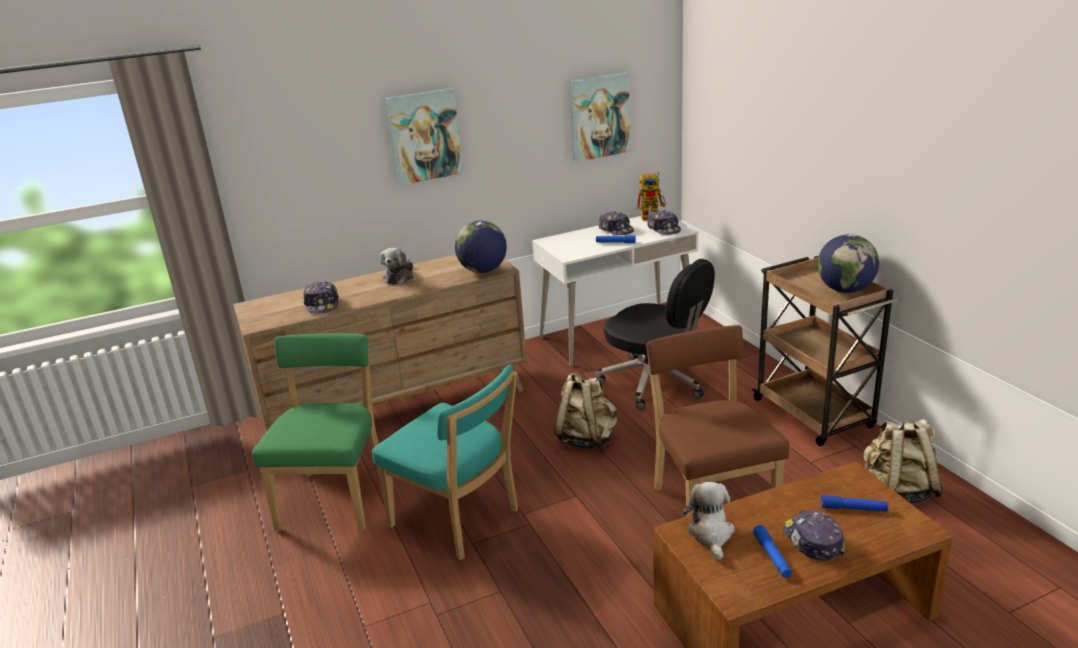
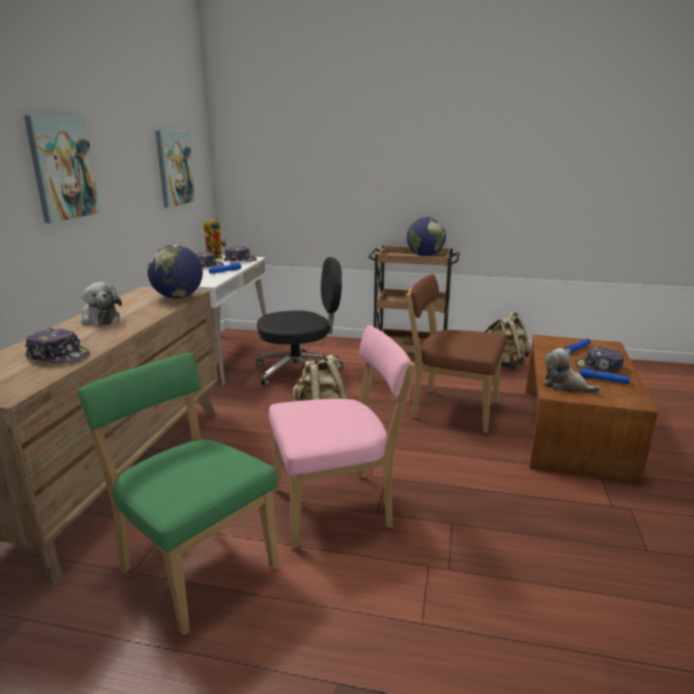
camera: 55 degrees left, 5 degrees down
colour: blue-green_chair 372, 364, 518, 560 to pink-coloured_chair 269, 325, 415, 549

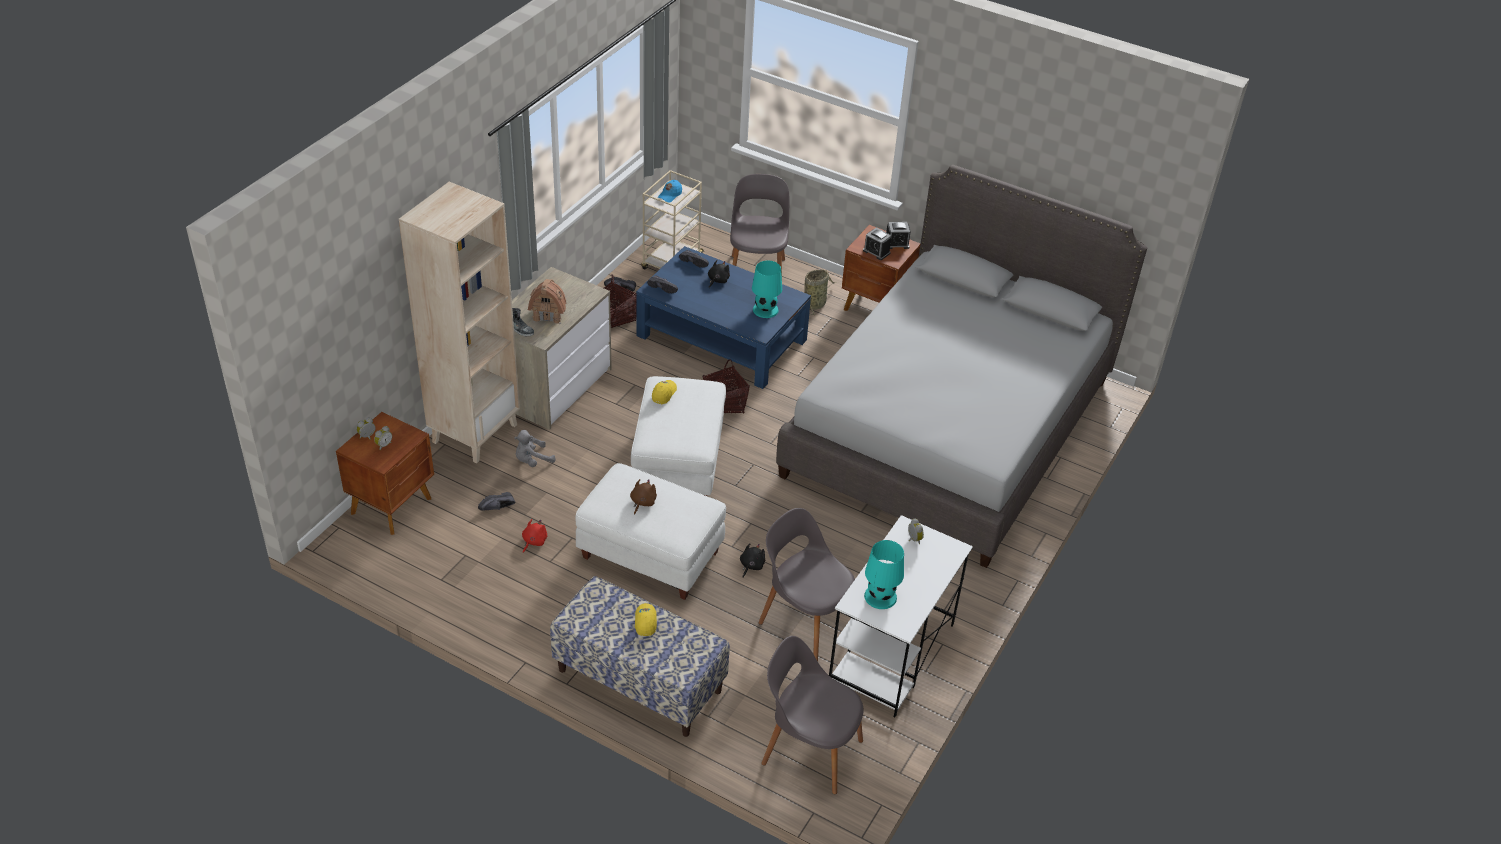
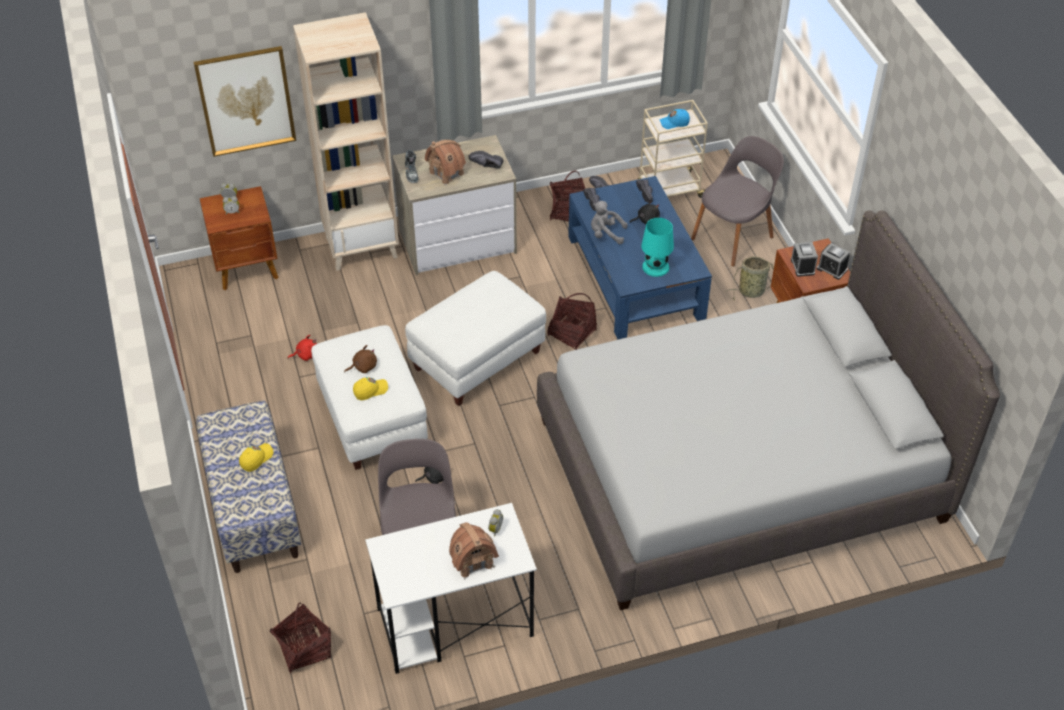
camera: 45 degrees right, 5 degrees up
missing: blue-green_lamp_for_a_table 864, 540, 904, 609
appeared: picture 194, 46, 296, 157; model_house 449, 522, 499, 579
relocated: blackish_low_shoe 478, 492, 515, 510 to 468, 151, 504, 169; grey_soft_toy 514, 430, 556, 467 to 591, 201, 628, 244; yellowish_baseball_cap 652, 380, 677, 404 to 353, 377, 388, 400
exchanged: grey_chair 761, 636, 864, 795 to storage_basket 270, 603, 331, 674

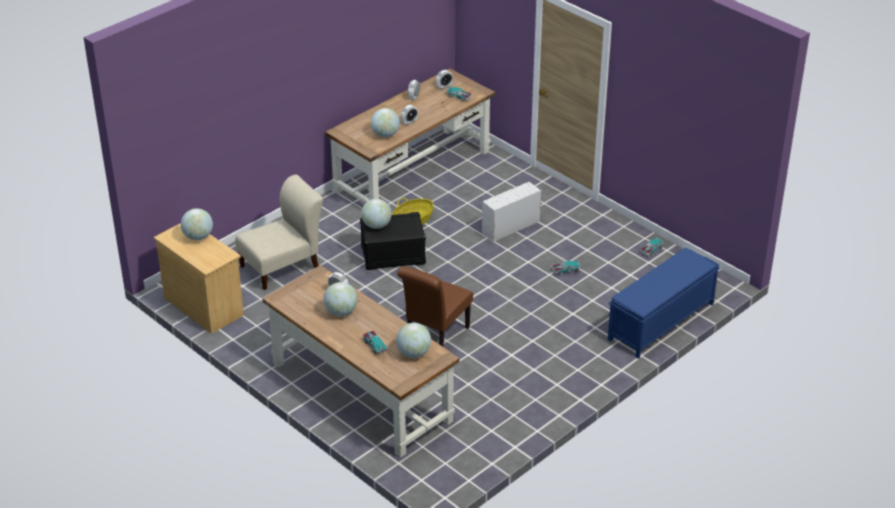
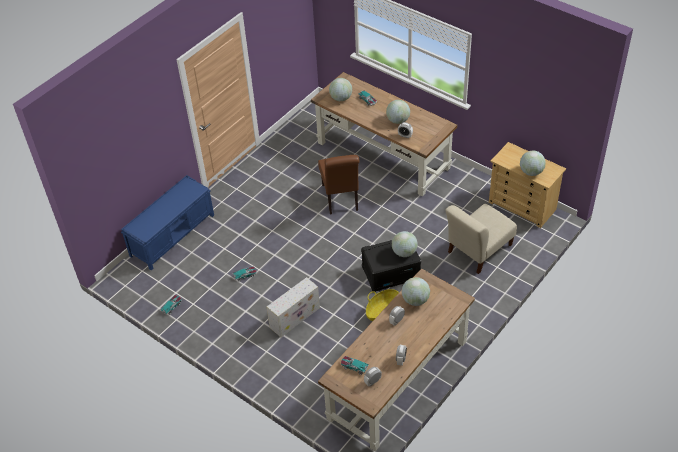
camera: 175 degrees right, 10 degrees up
spun: brown-coloured_chair 397, 266, 473, 346 = 318, 155, 359, 215 150 degrees clockwise

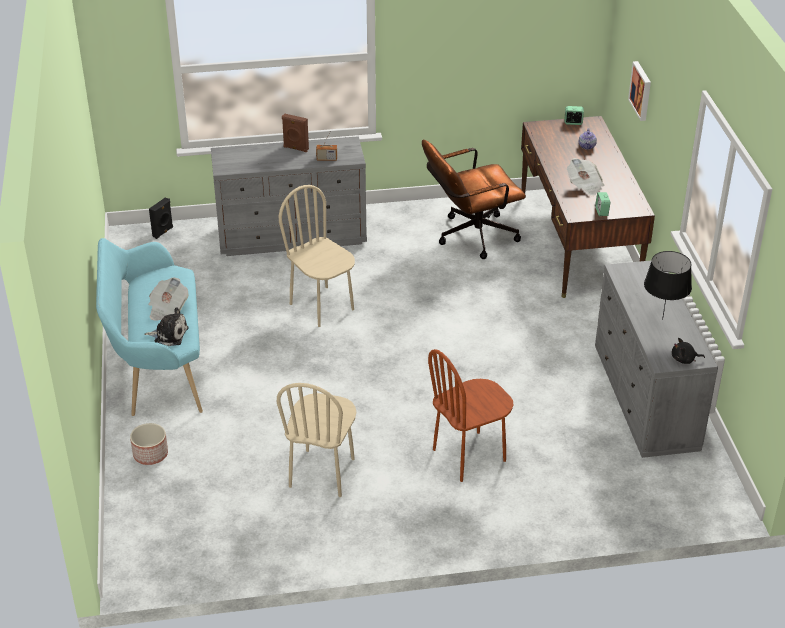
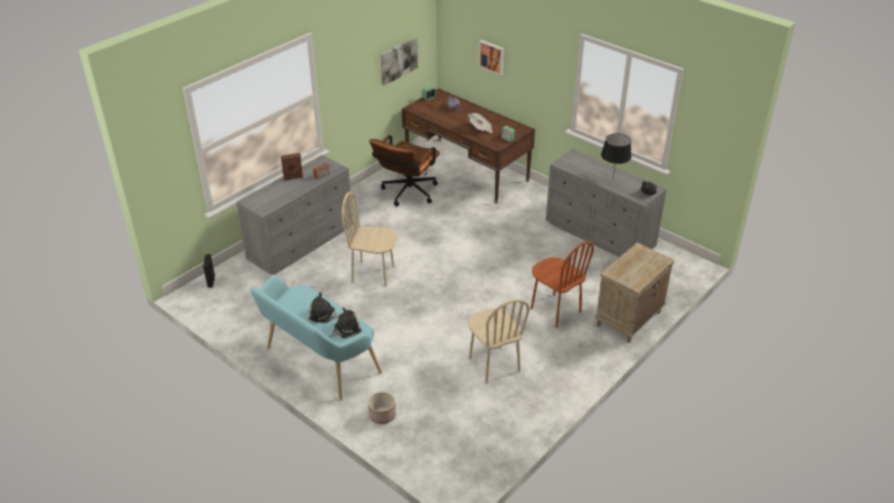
camera: 40 degrees left, 0 degrees up
appeared: picture 380, 37, 418, 85; sand-coloured_nightstand 594, 243, 675, 343
exchanged: daily_paper 148, 277, 189, 321 to soft_toy 309, 292, 340, 323
spun: brown-coloured_chair 428, 349, 514, 482 = 531, 241, 594, 328 60 degrees counterclockwise

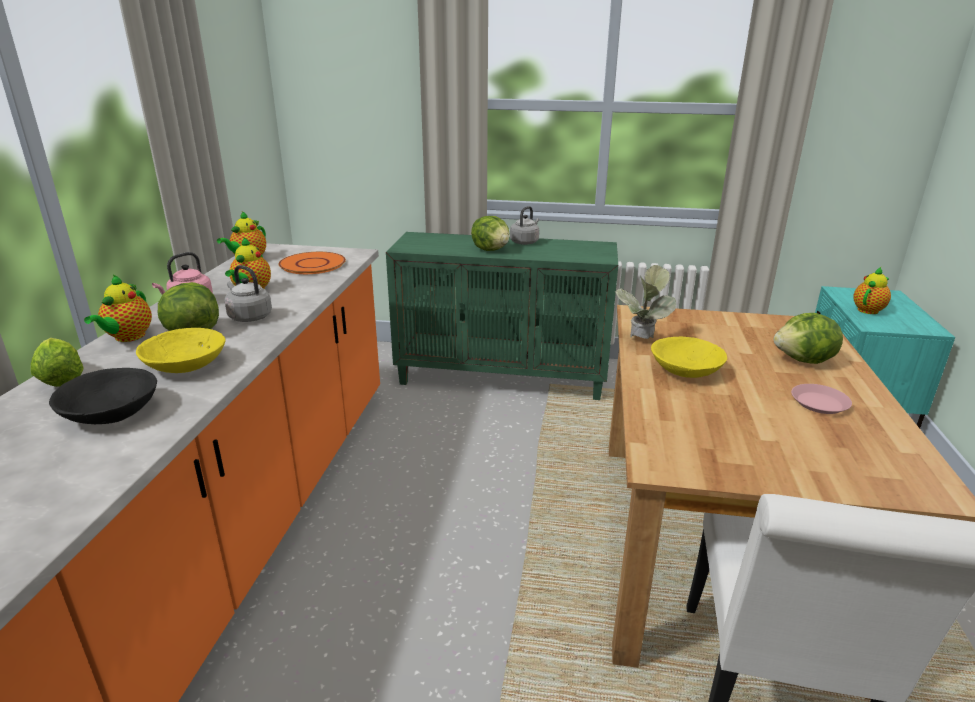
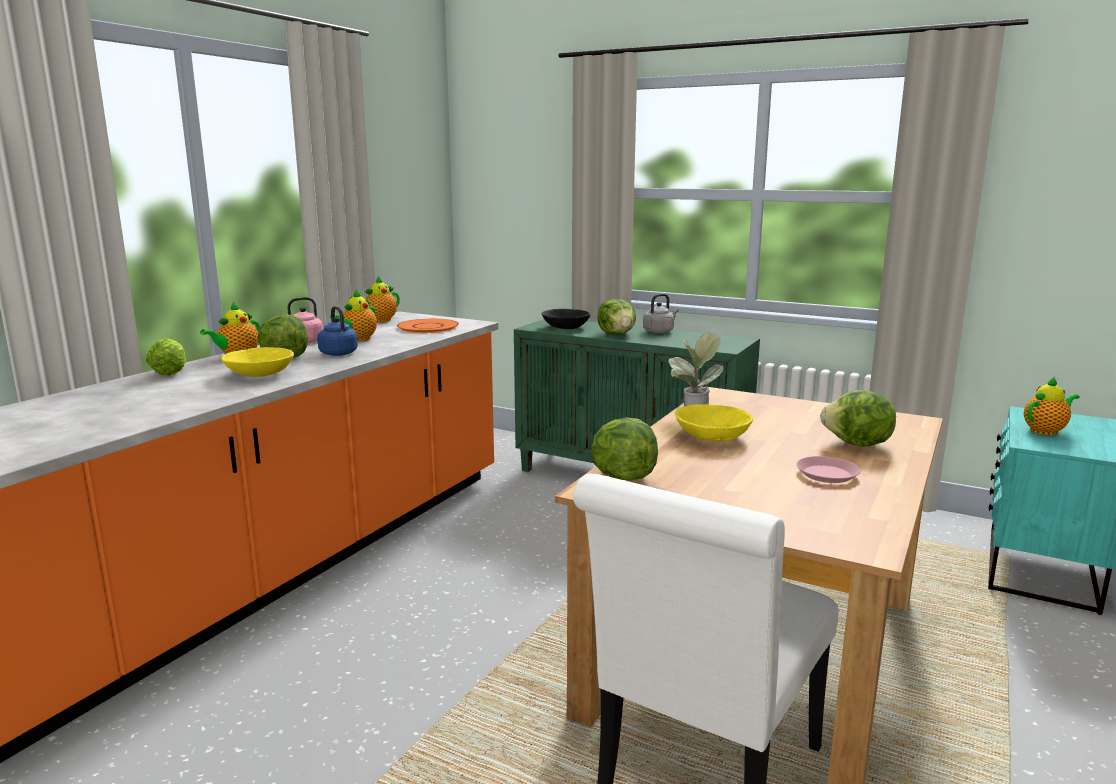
camera: 20 degrees right, 10 degrees down
appeared: lettuce 591, 417, 658, 481
relocated: blackish_serving_bowl 49, 368, 157, 424 to 542, 309, 590, 329
colour: grey_kettle 224, 265, 272, 322 to blue_kettle 317, 306, 358, 356

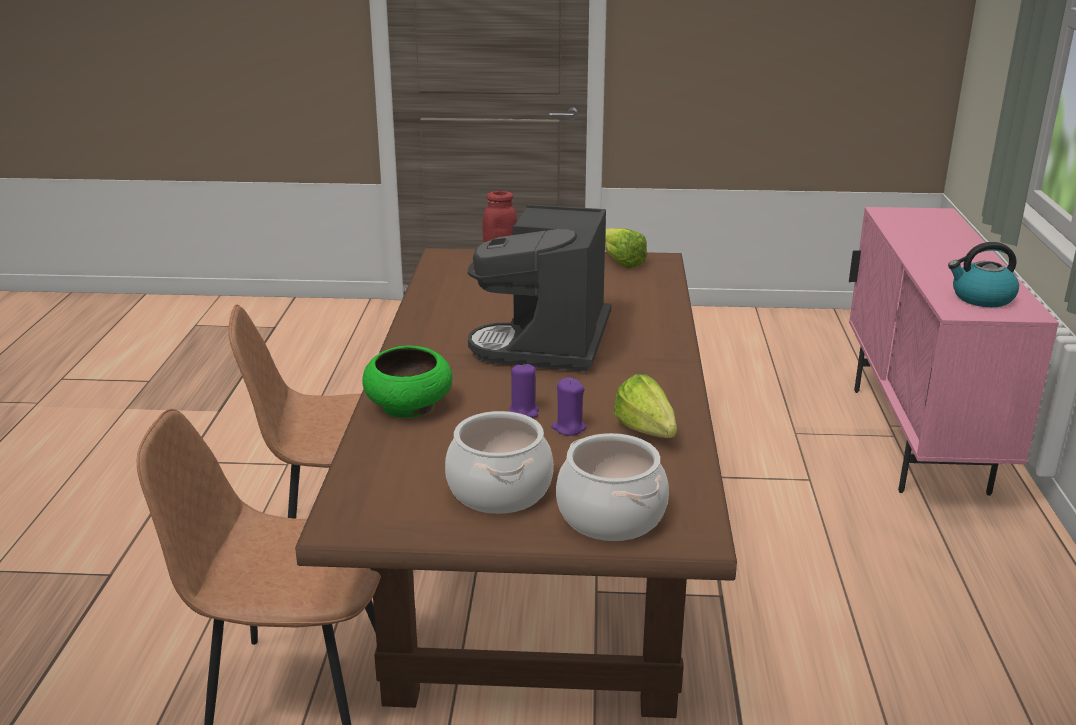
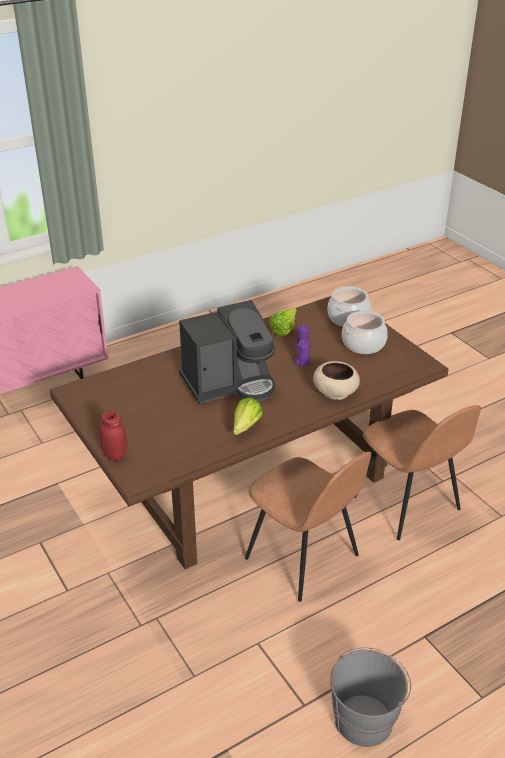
camera: 125 degrees left, 10 degrees up
missing: kettle 948, 242, 1019, 307
appeared: grey_pail 330, 647, 411, 747
relocated: lettuce 605, 228, 647, 268 to 233, 398, 263, 435
colour: greenish_serving_bowl 362, 346, 453, 418 to sand-coloured_serving_bowl 313, 361, 360, 400

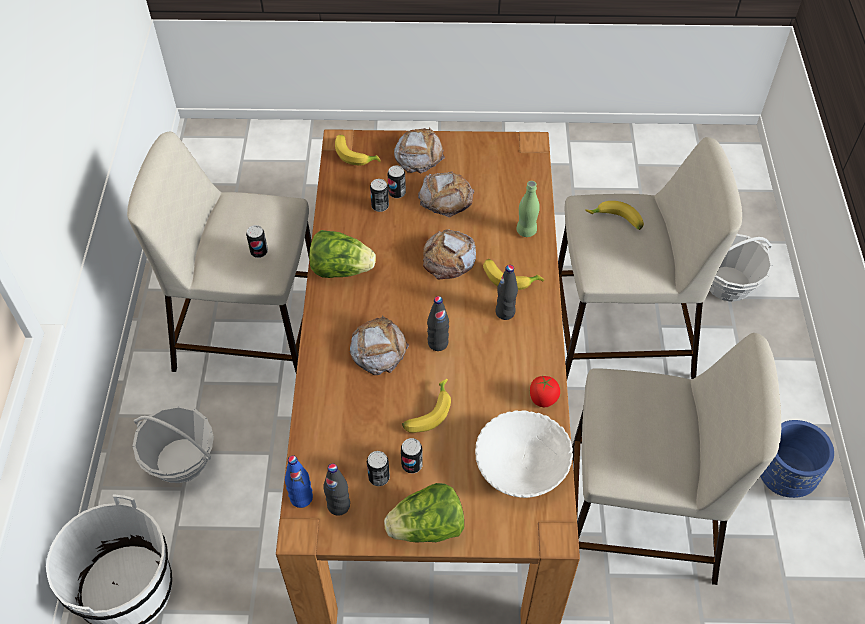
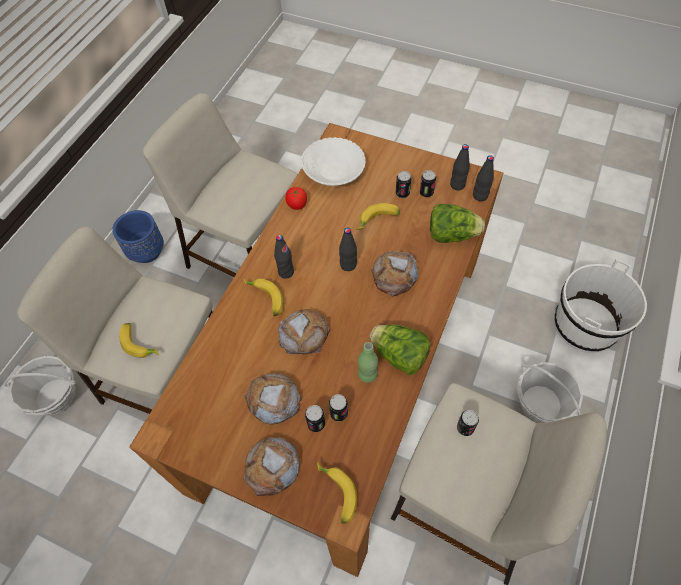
camera: 155 degrees left, 5 degrees up
relocated: lettuce 384, 483, 464, 542 to 430, 204, 485, 243; greenish_beverage_bottle 516, 181, 540, 237 to 358, 342, 378, 383
colour: blue_beverage_bottle 285, 456, 313, 508 to blackish_beverage_bottle 473, 155, 494, 201

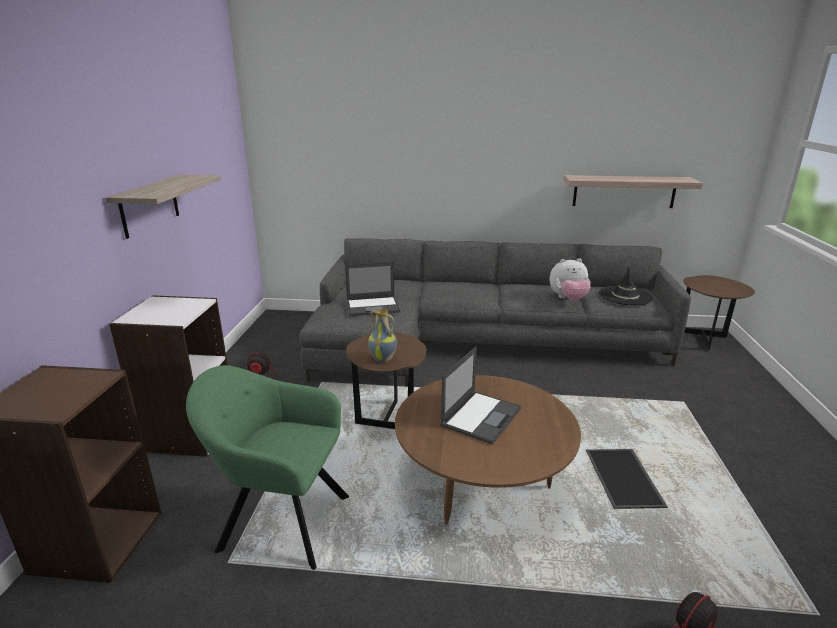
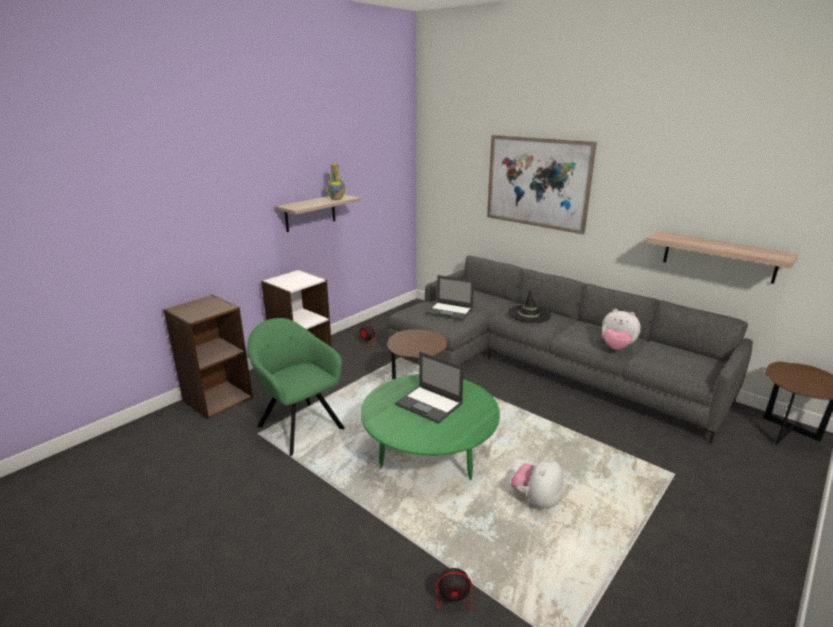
camera: 35 degrees right, 0 degrees up
appeared: picture 487, 135, 597, 235
relocated: decorative_vase 368, 309, 397, 362 to 327, 164, 345, 200; blackish_wearable_hat 599, 268, 653, 305 to 508, 291, 551, 323
exchanged: serving_tray 586, 449, 668, 509 to soft_toy 511, 458, 563, 509
colour: brown-coloured_coffee_table 395, 375, 581, 524 to greenish_coffee_table 361, 374, 500, 480
spun: portable_computer 440, 347, 521, 445 = 395, 352, 464, 424 60 degrees clockwise

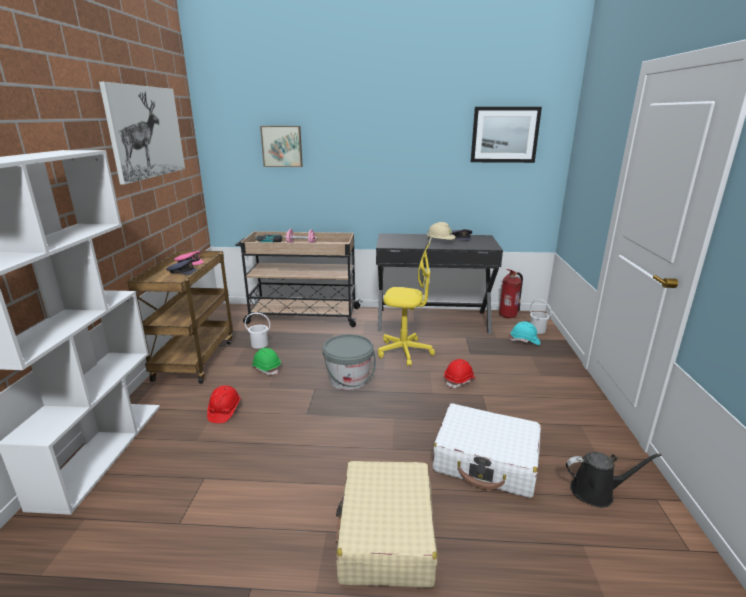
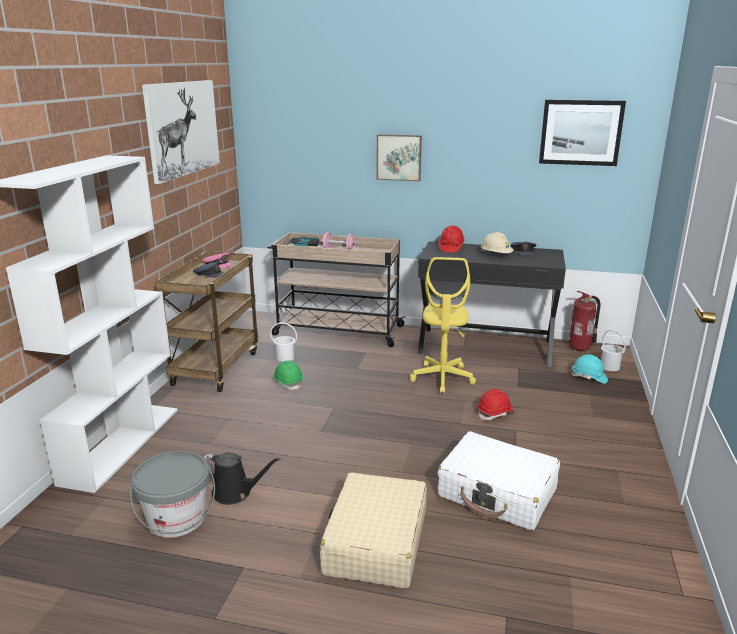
camera: 10 degrees right, 0 degrees up
relocated: reddish_safety_helmet 207, 385, 241, 423 to 439, 226, 465, 252; picture 260, 126, 303, 167 to 376, 134, 422, 181; grey_pail 322, 334, 376, 390 to 130, 451, 215, 538; blackish_sprinkling_can 566, 452, 662, 508 to 203, 452, 281, 505
spun: yellowish_desk_chair 378, 236, 435, 366 = 410, 257, 476, 394 75 degrees clockwise

